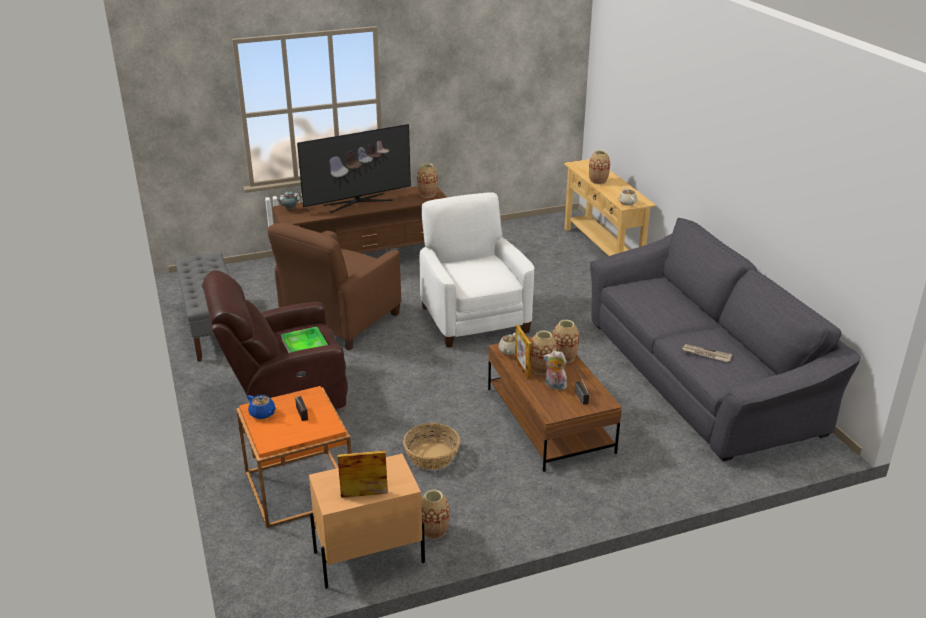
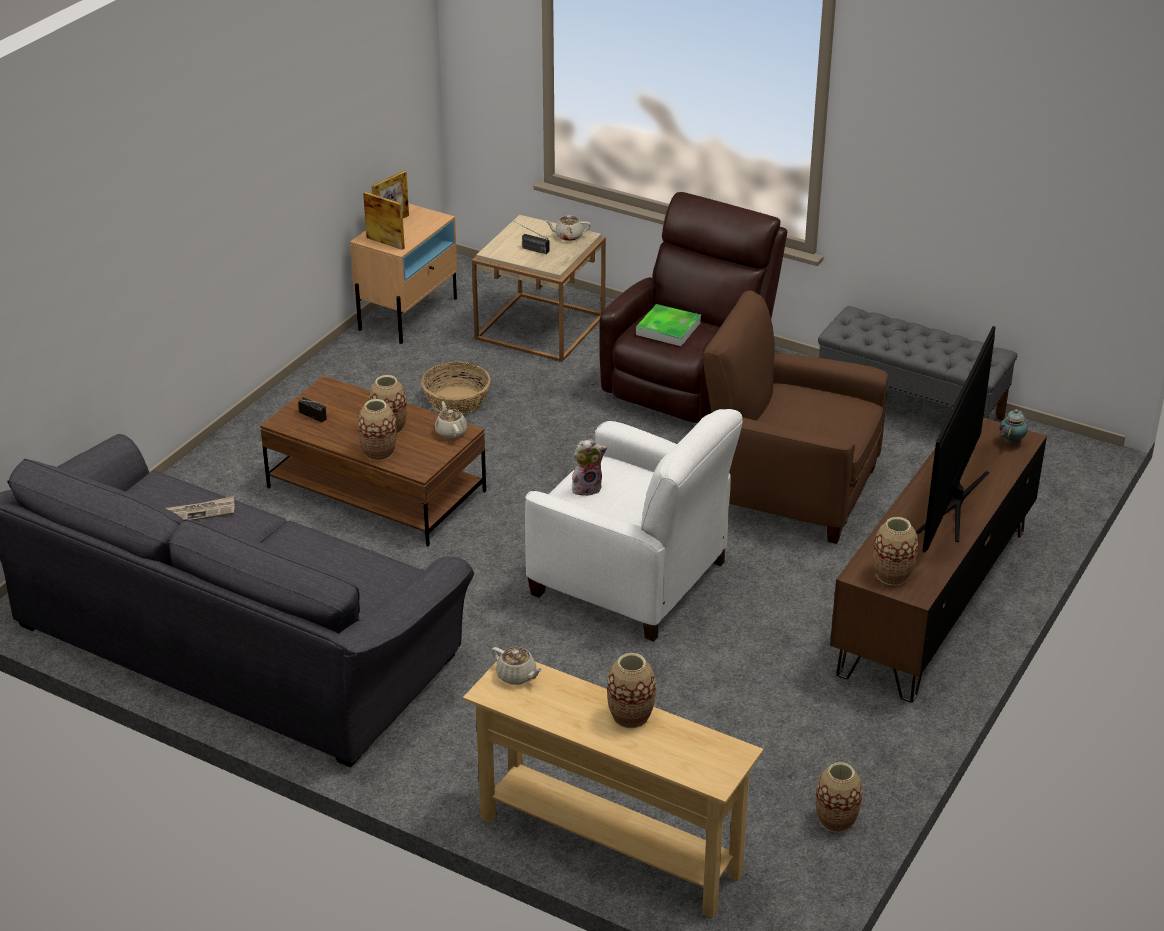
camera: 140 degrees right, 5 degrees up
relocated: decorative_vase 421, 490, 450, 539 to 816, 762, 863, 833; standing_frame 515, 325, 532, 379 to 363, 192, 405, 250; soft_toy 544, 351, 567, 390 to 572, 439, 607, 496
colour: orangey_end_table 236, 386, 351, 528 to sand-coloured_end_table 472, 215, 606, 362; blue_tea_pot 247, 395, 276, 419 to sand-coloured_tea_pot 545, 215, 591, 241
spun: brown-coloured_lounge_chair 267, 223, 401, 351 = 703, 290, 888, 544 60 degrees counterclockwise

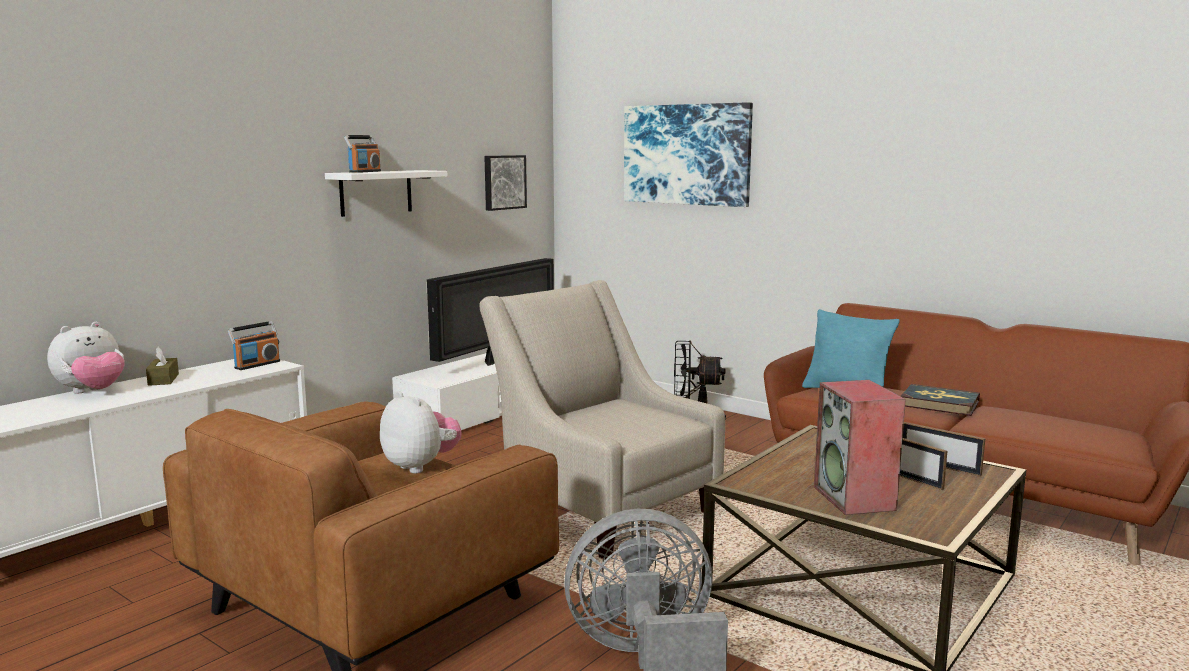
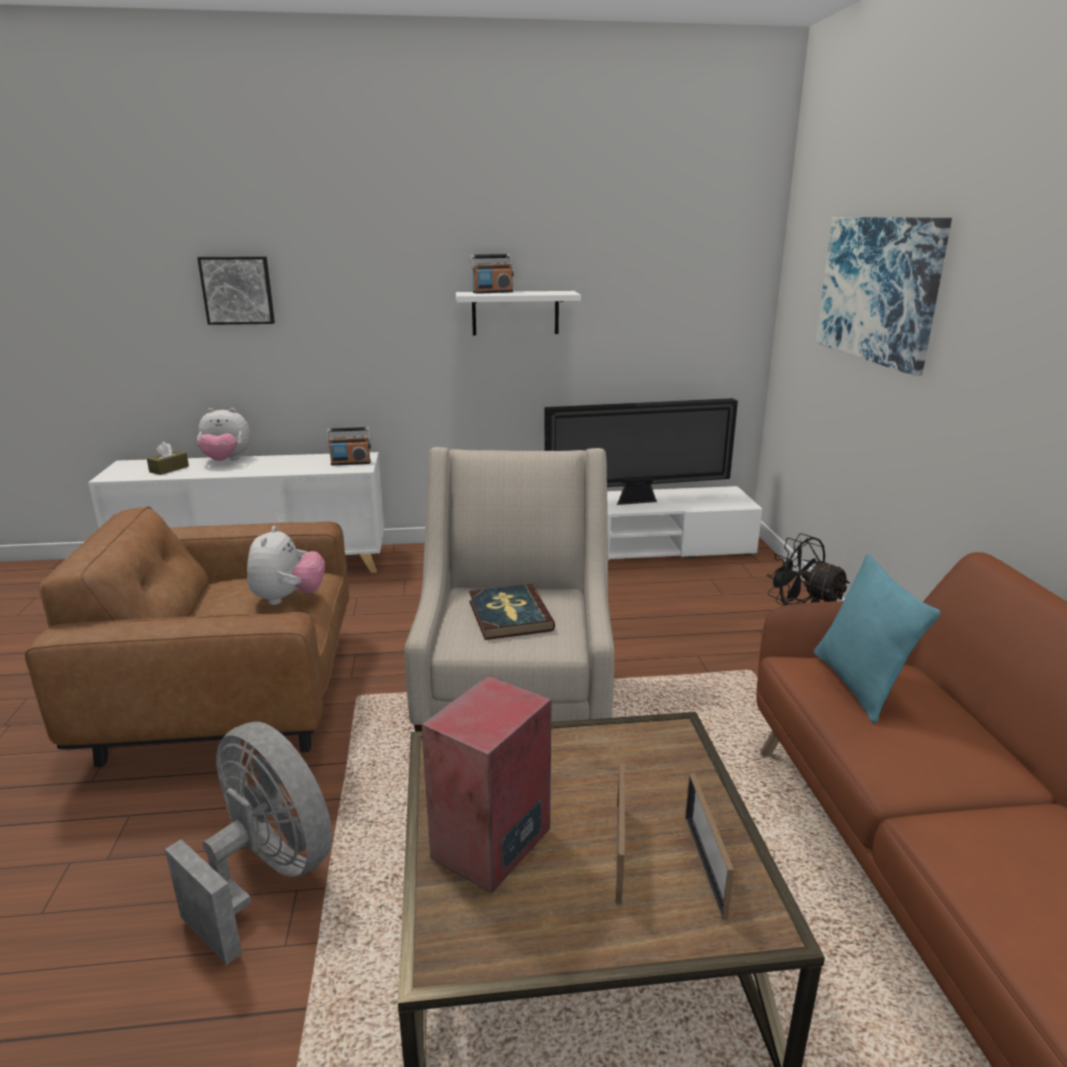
camera: 45 degrees right, 10 degrees up
relocated: brown-coloured_box_of_tissues 146, 347, 179, 386 to 147, 442, 189, 475; picture 484, 155, 527, 211 to 197, 256, 275, 325; bound_book 901, 384, 980, 416 to 469, 584, 555, 640

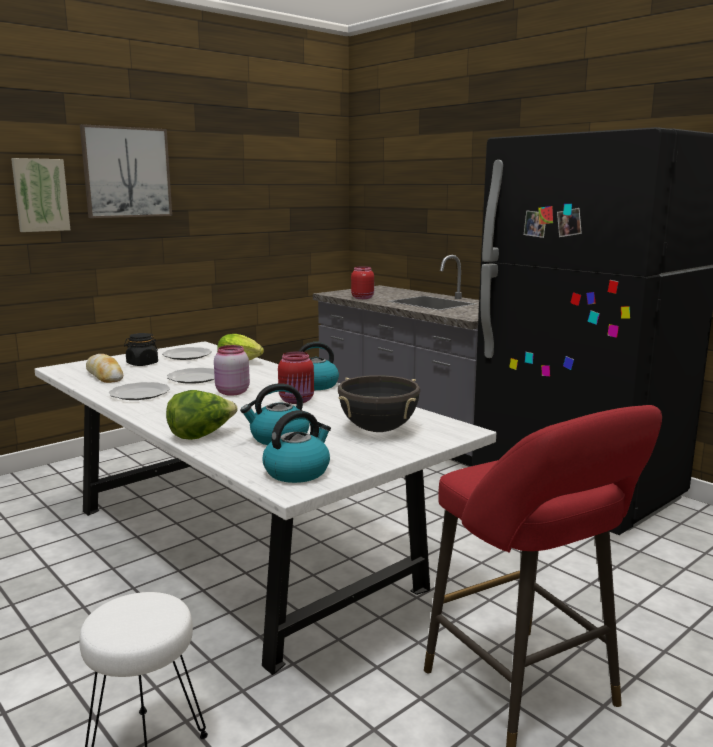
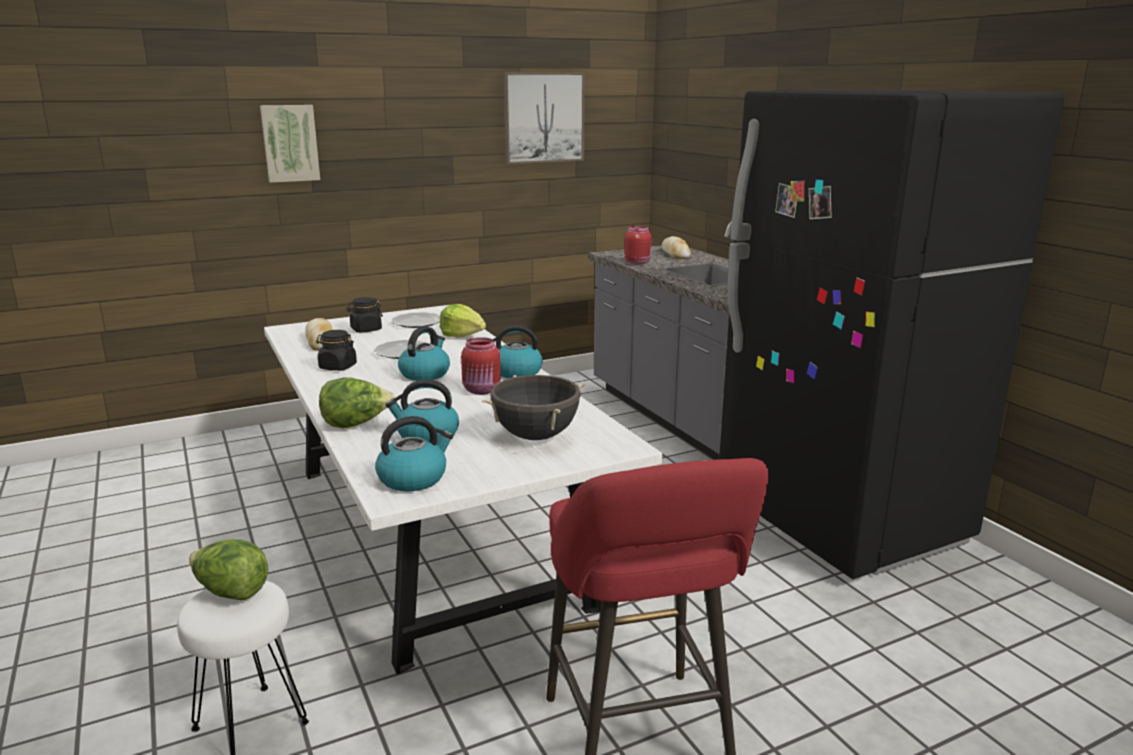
camera: 15 degrees right, 5 degrees up
appeared: lettuce 189, 539, 268, 601; baked_bread 662, 236, 691, 259
relocated: picture 80, 124, 172, 218 to 503, 73, 585, 164
exchanged: plate 109, 382, 170, 400 to blackish_storage_jar 316, 330, 357, 371; pink-coloured_storage_jar 214, 345, 250, 396 to kettle 398, 326, 450, 381

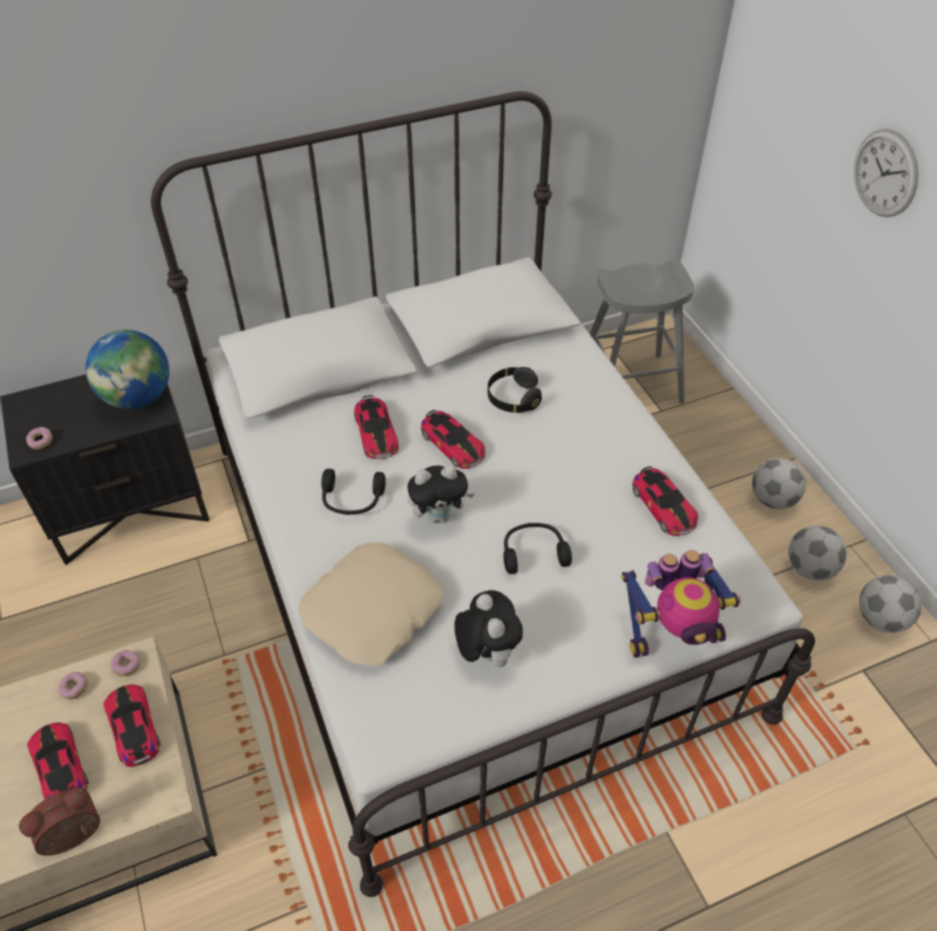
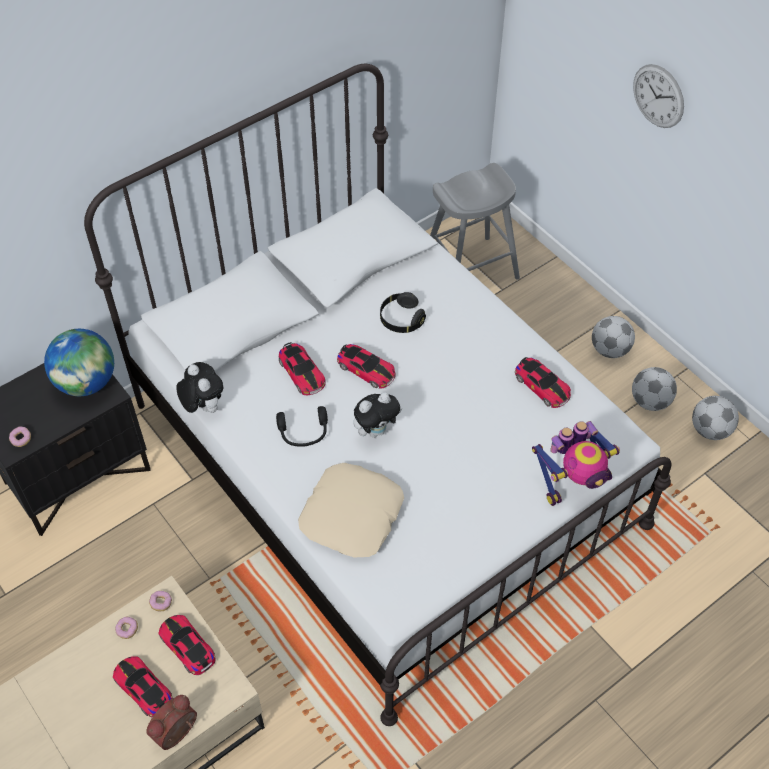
camera: 15 degrees left, 5 degrees up
missing: blackish_headset 503, 523, 572, 574
relocated: soft_toy 455, 590, 523, 667 to 176, 362, 223, 413

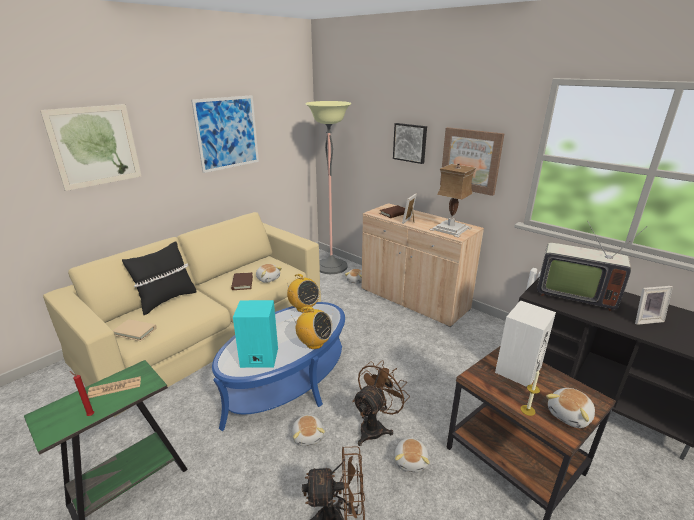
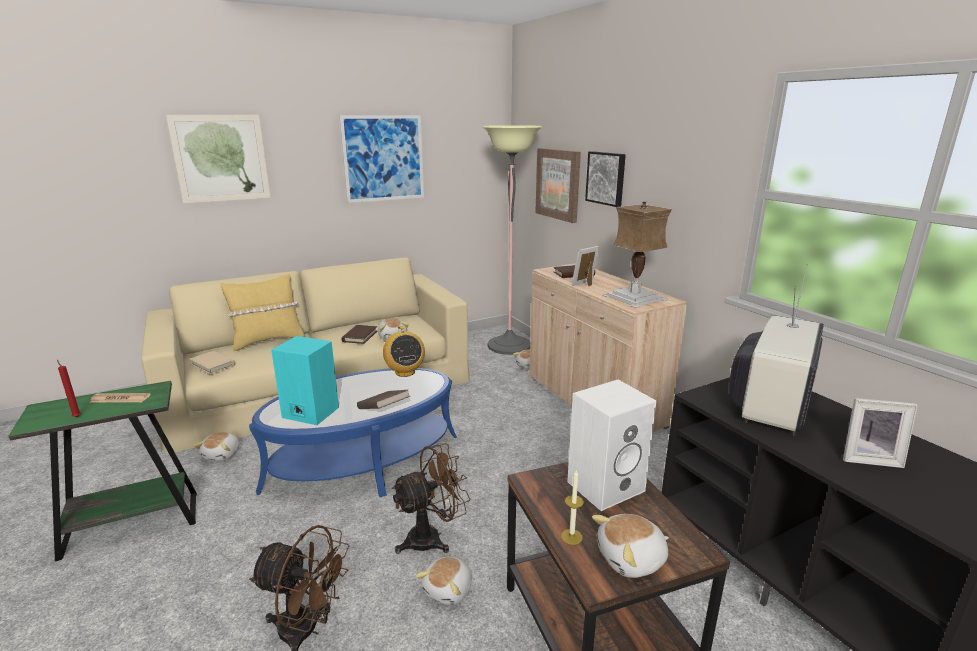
camera: 20 degrees right, 5 degrees down
relocated: soft_toy 292, 415, 325, 446 to 194, 432, 239, 461; picture 440, 127, 504, 196 to 535, 148, 581, 223
exchanged: radio_receiver 291, 306, 333, 349 to brown-coloured_bound_book 357, 390, 410, 409
colour: blackish_pillow 122, 241, 196, 315 to yellowish_pillow 220, 274, 304, 351
spun: TV_set 537, 221, 648, 311 = 729, 264, 824, 436 105 degrees counterclockwise

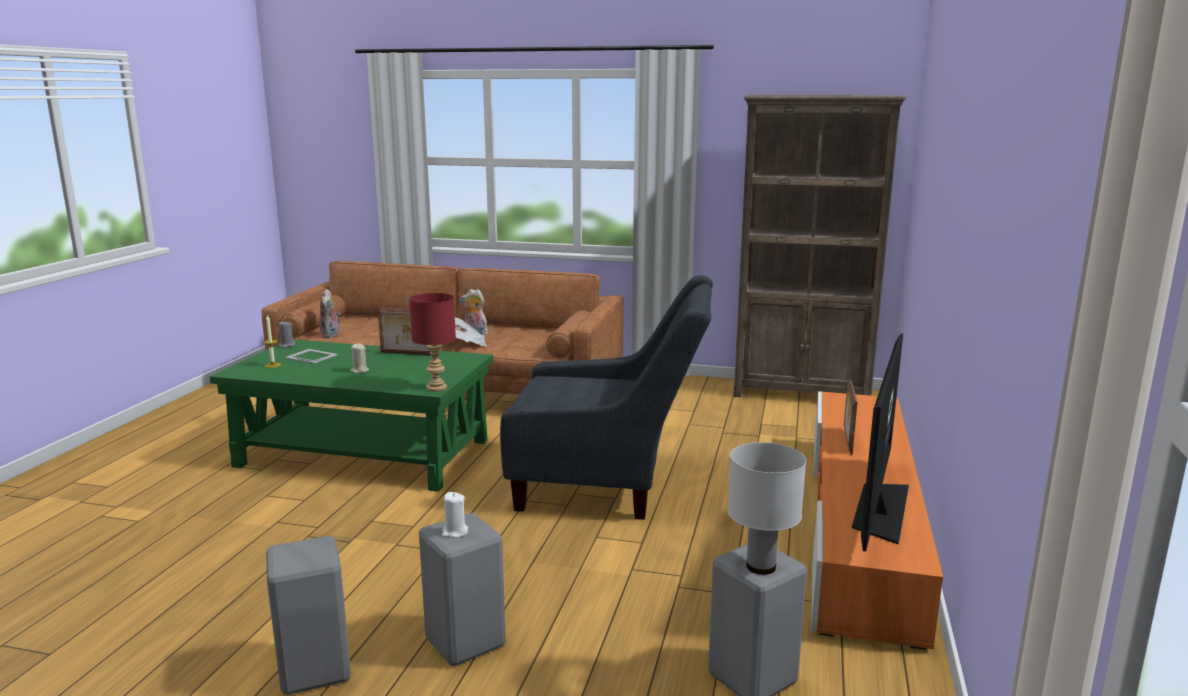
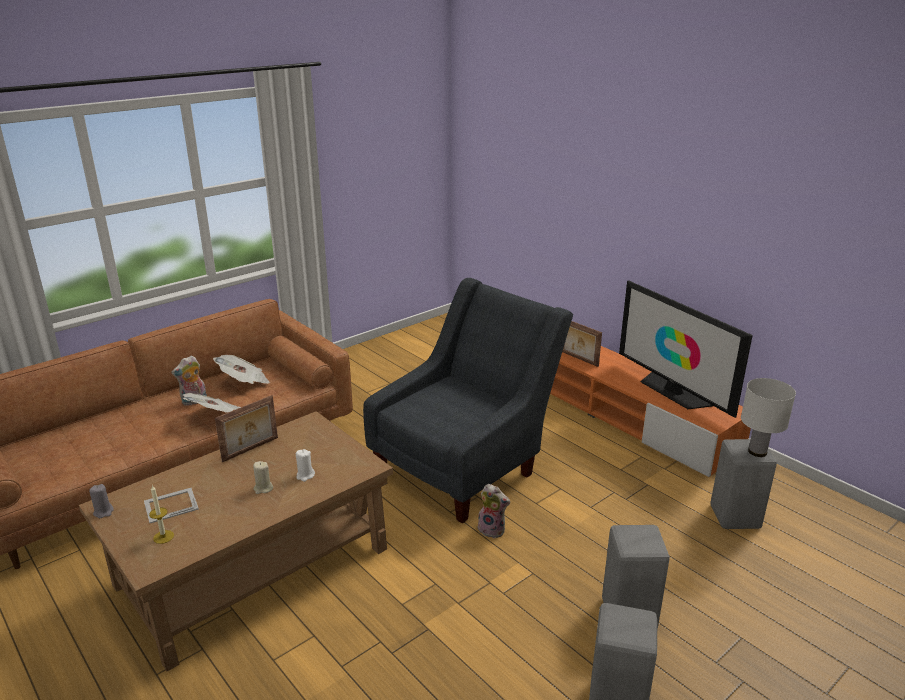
camera: 55 degrees left, 10 degrees up
missing: reddish_lamp_for_a_table 409, 293, 456, 392; brown-coloured_bookcase 734, 95, 906, 397
appeared: daily_paper 213, 355, 270, 384
relocated: soft_toy 320, 289, 340, 338 to 477, 484, 510, 539; white-coloured_candle 442, 492, 468, 538 to 296, 449, 315, 482
colour: greenish_coffee_table 210, 340, 493, 492 to brown-coloured_coffee_table 79, 411, 393, 671

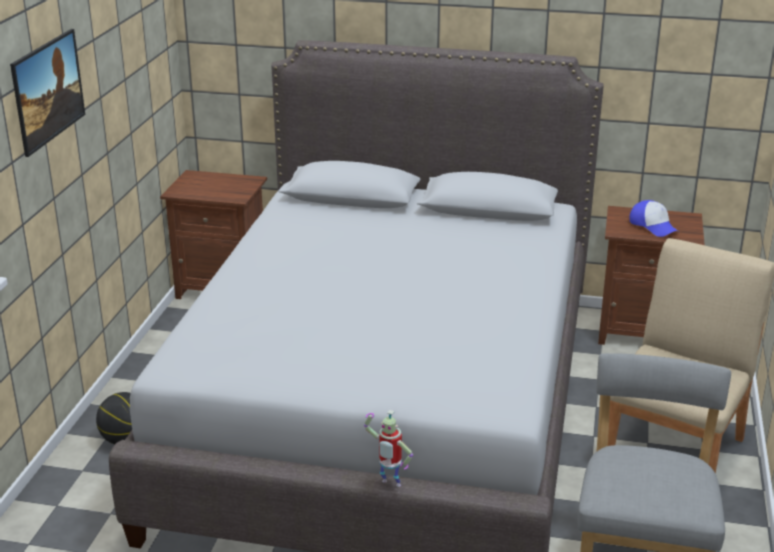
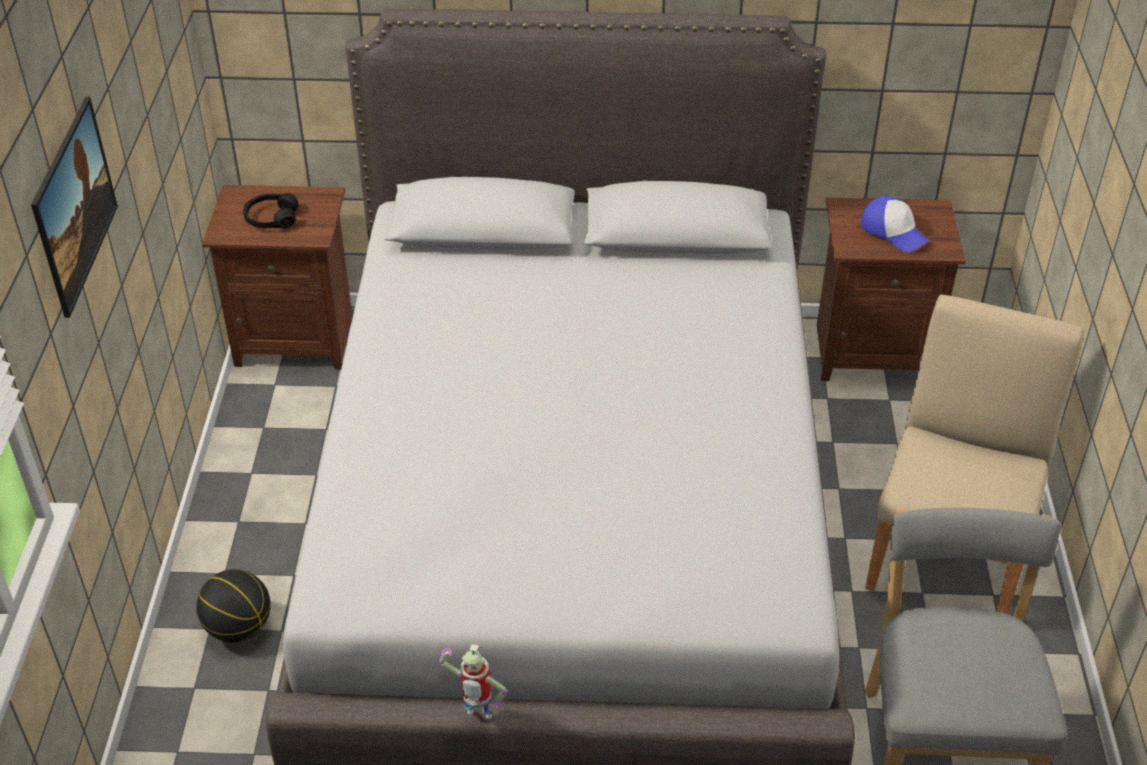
camera: 10 degrees left, 15 degrees up
appeared: blackish_headset 243, 193, 298, 229
relocated: model_robot 364, 410, 413, 487 to 439, 644, 507, 719

